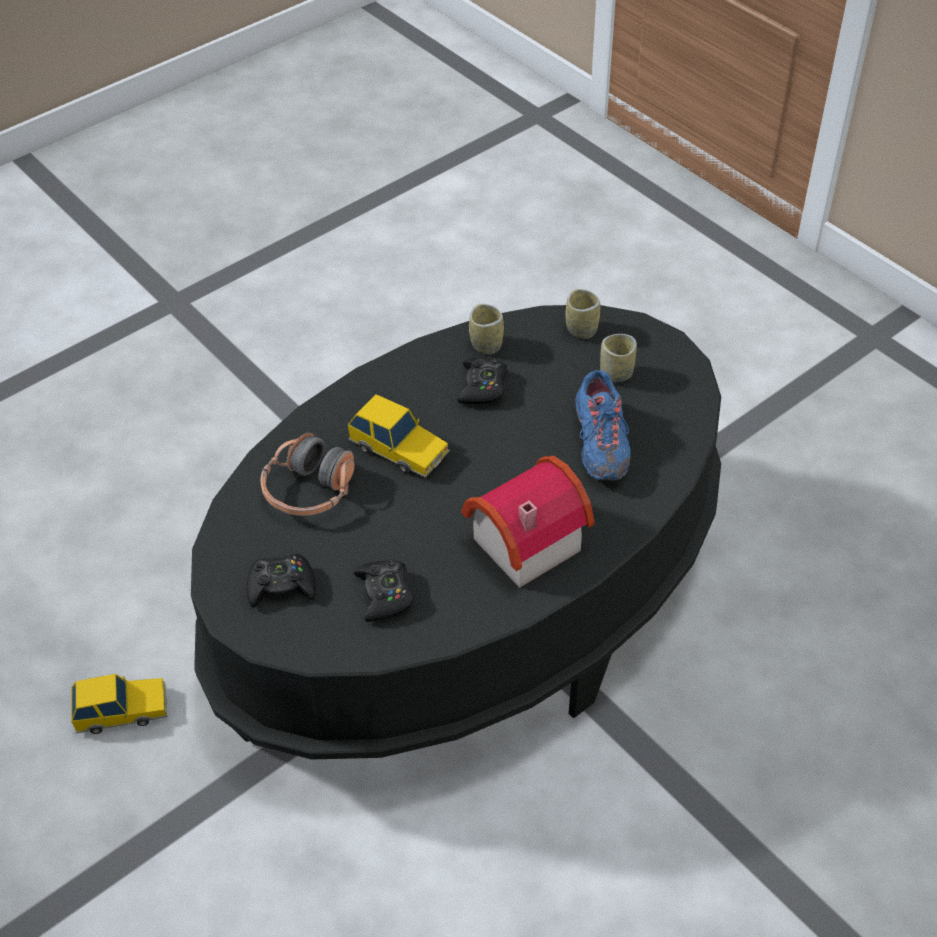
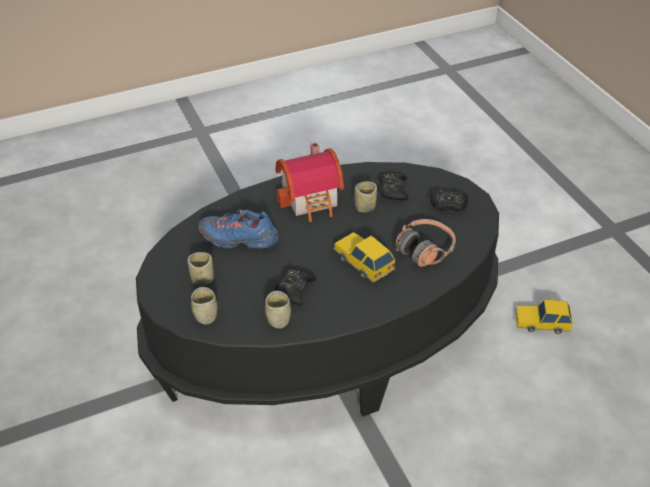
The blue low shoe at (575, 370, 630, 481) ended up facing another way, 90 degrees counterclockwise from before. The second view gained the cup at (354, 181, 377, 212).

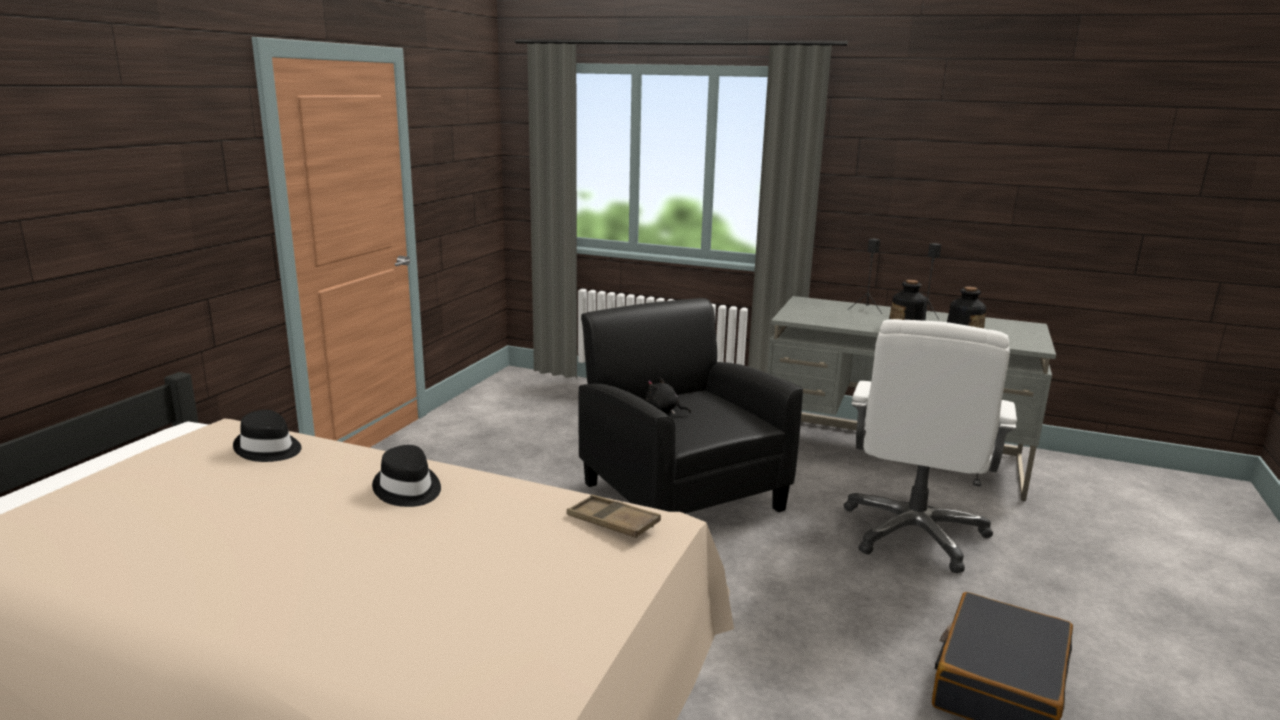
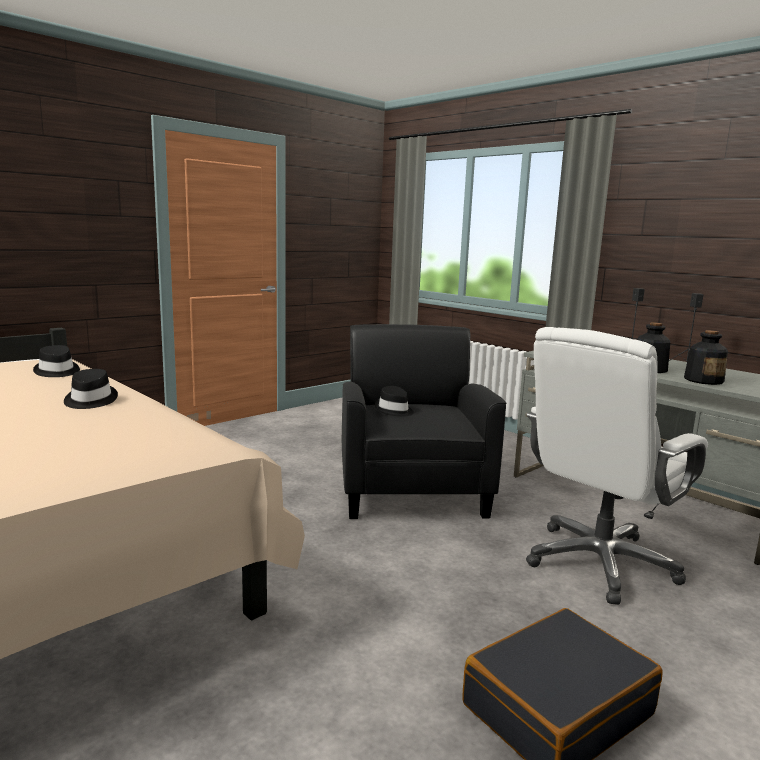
The second view lost the brownish serving tray at (567, 495, 661, 538). Where the blackish plush toy stood at (645, 377, 691, 414), the blackish hat came to stand at (375, 386, 414, 417).

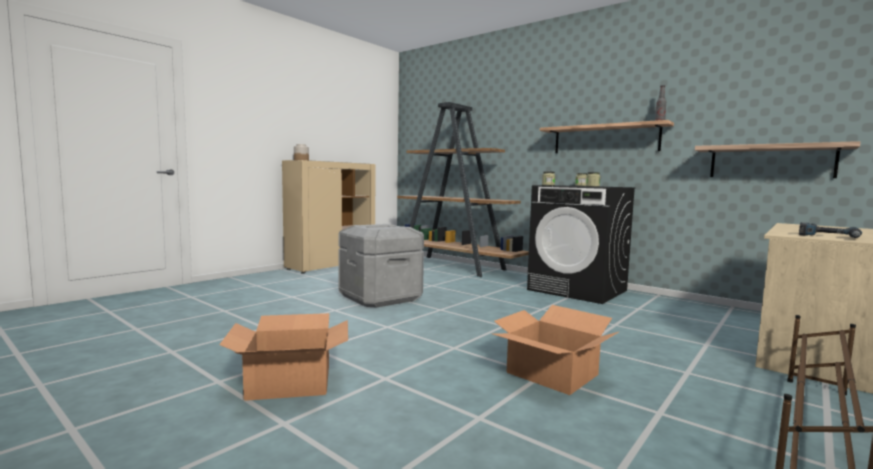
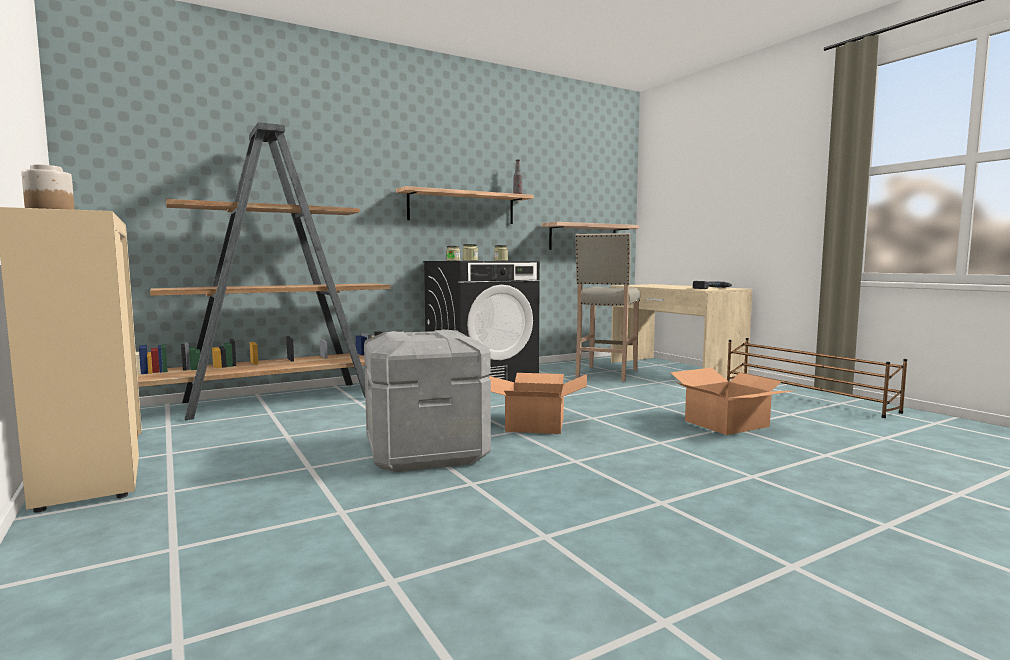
The carton ended up elsewhere, having gone from (219, 313, 348, 401) to (489, 373, 587, 434). The second view gained the beige stool seat at (575, 233, 641, 381).

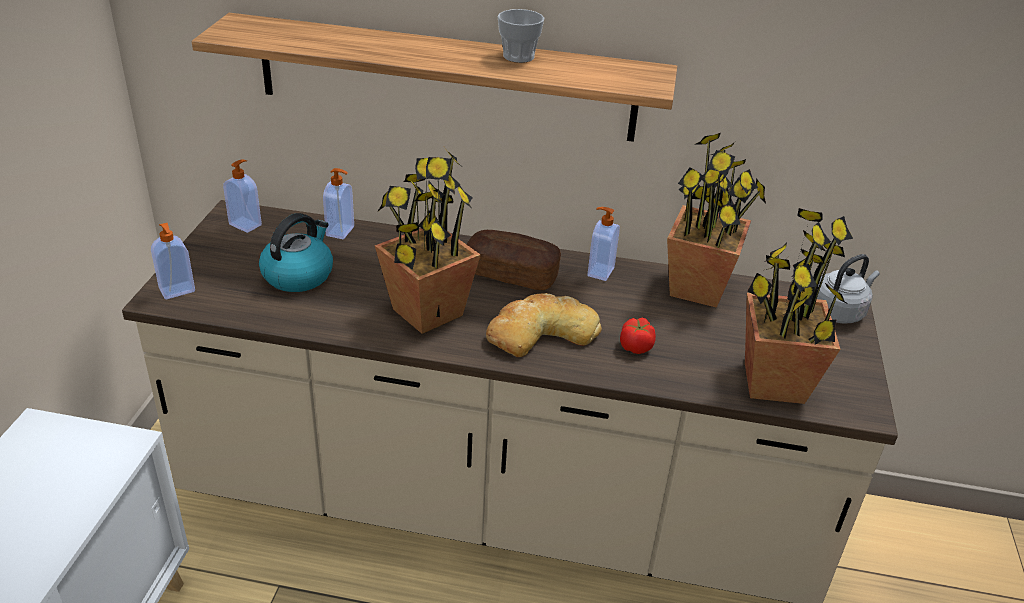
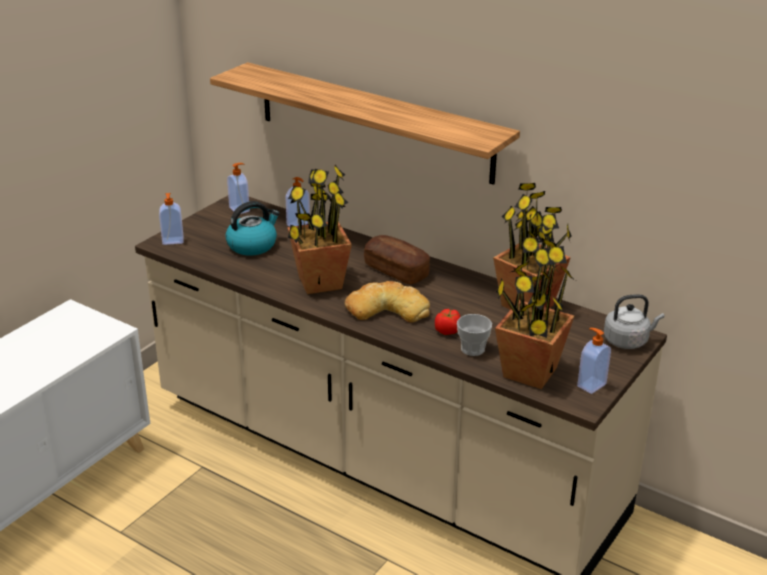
The cup ended up elsewhere, having gone from (498, 9, 544, 63) to (457, 314, 492, 356). The soap bottle ended up elsewhere, having gone from (587, 207, 620, 281) to (577, 328, 611, 394).

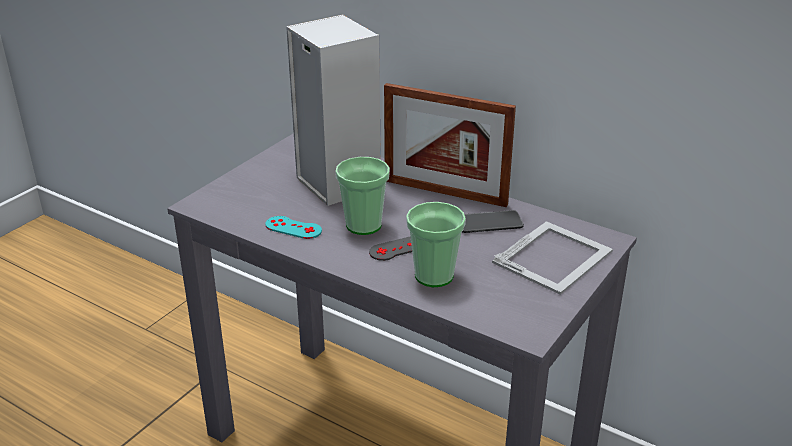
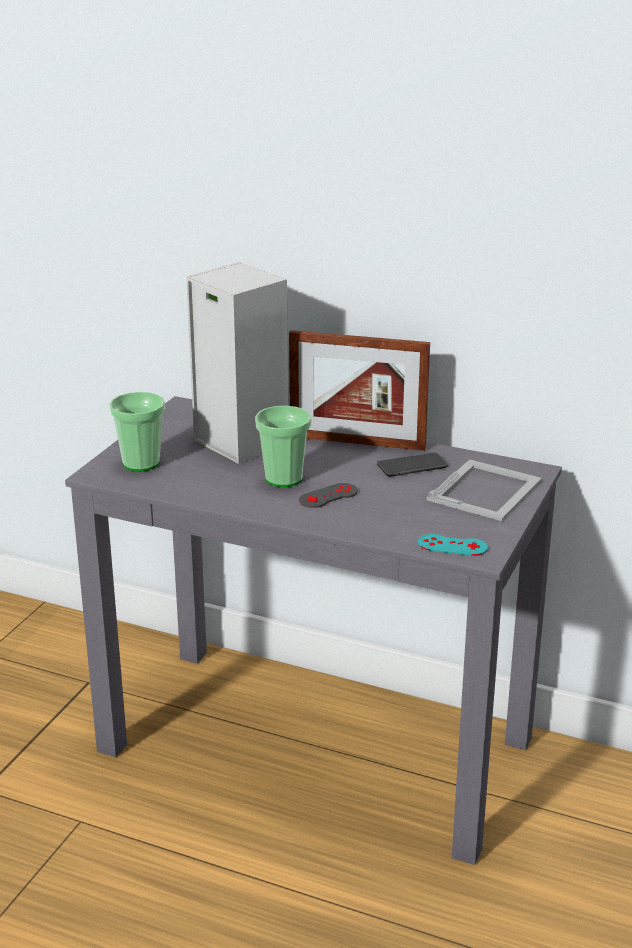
The turquoise joypad ended up elsewhere, having gone from (265, 216, 322, 239) to (418, 534, 488, 556). The cup ended up elsewhere, having gone from (406, 202, 466, 287) to (109, 392, 165, 472).

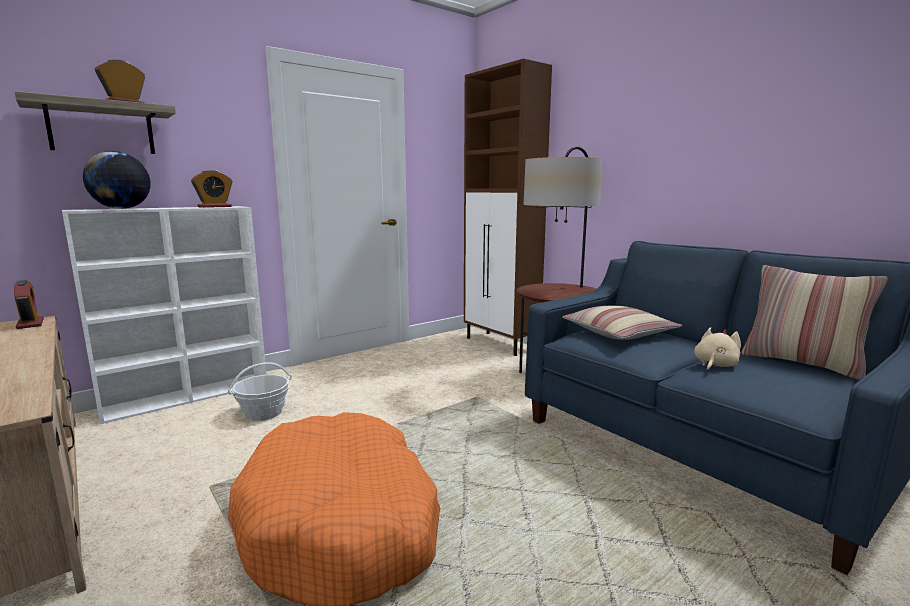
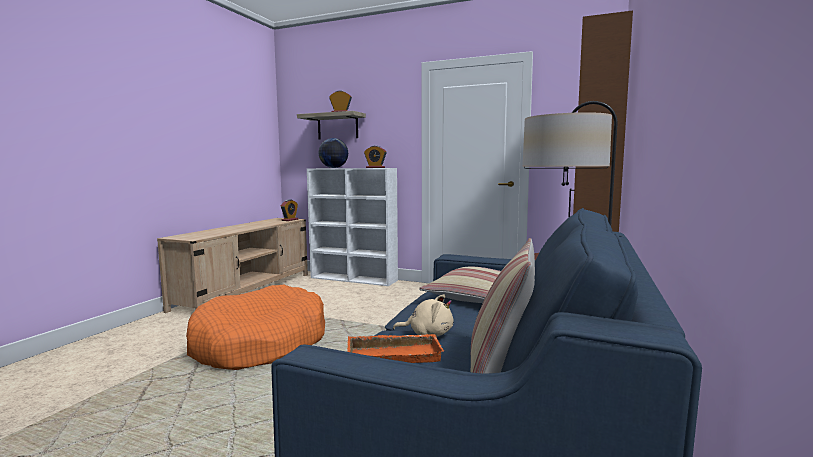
The second view lost the storage basket at (228, 362, 292, 421). The second view gained the orange-coloured serving tray at (347, 334, 444, 363).

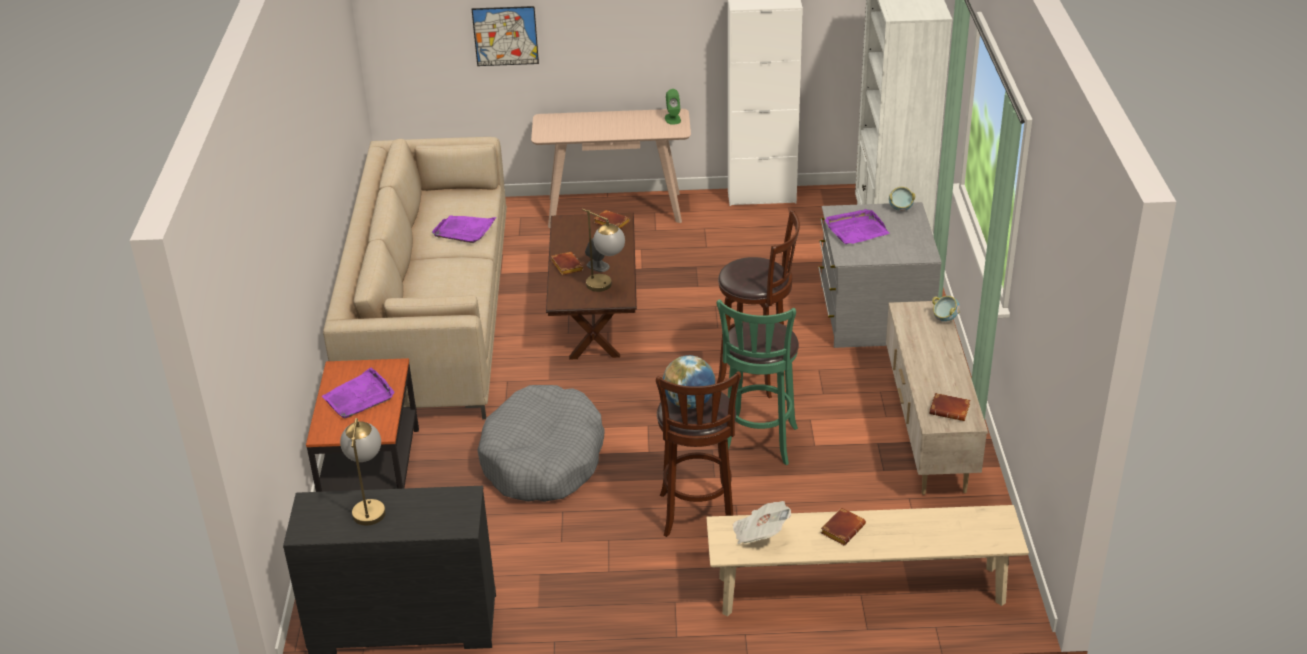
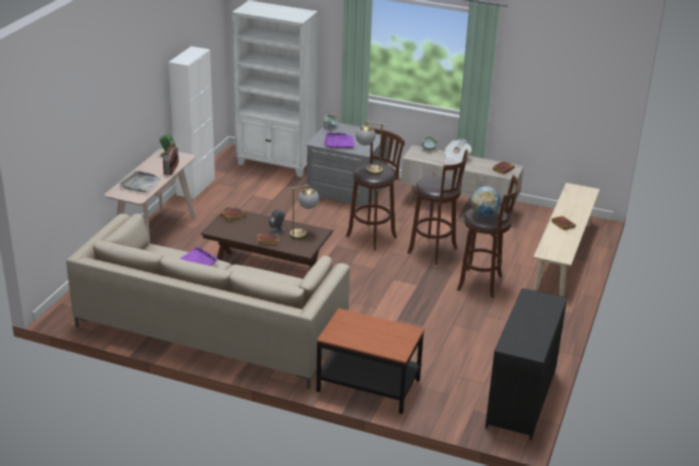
The second view lost the purplish serving tray at (322, 367, 394, 419). The table lamp ended up elsewhere, having gone from (340, 418, 386, 525) to (356, 121, 387, 175). The second view lost the wall art at (472, 6, 539, 66). The second view lost the greyish pet bed at (477, 385, 605, 502). What was the green stool seat at (716, 299, 799, 465) turned into the brownish stool seat at (407, 149, 468, 265). The newspaper ended up elsewhere, having gone from (733, 501, 791, 544) to (444, 139, 472, 164). The second view gained the greyish serving tray at (120, 171, 161, 192). The second view gained the radio receiver at (163, 143, 179, 175).

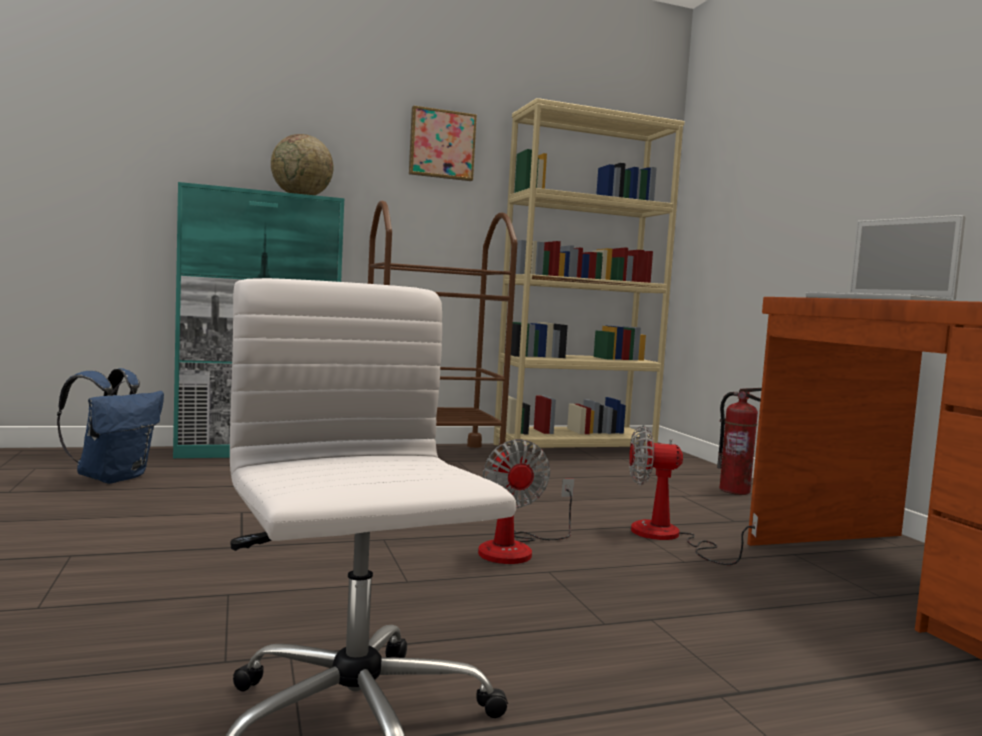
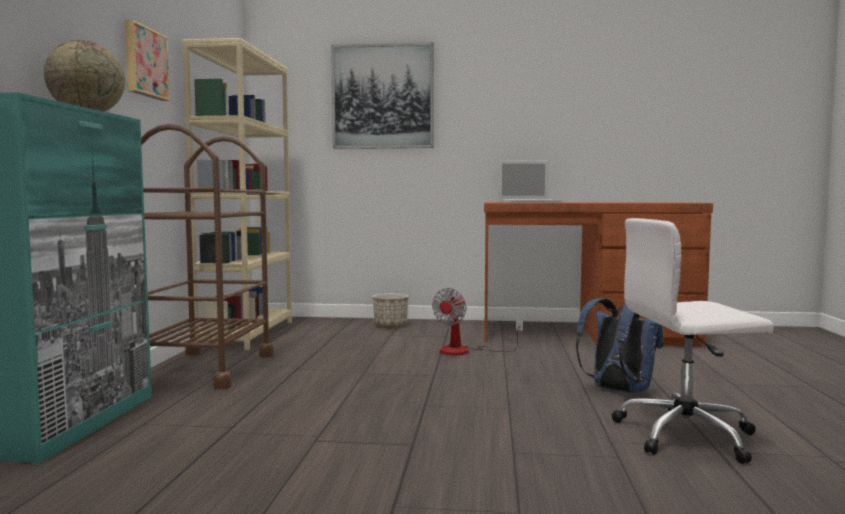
The blue backpack ended up elsewhere, having gone from (57, 368, 164, 484) to (576, 298, 664, 393). The second view lost the electric fan at (478, 439, 574, 564). Where the fire-fighting cylinder stood at (717, 388, 762, 495), the plant pot came to stand at (373, 293, 408, 328). The second view gained the wall art at (331, 42, 434, 149).

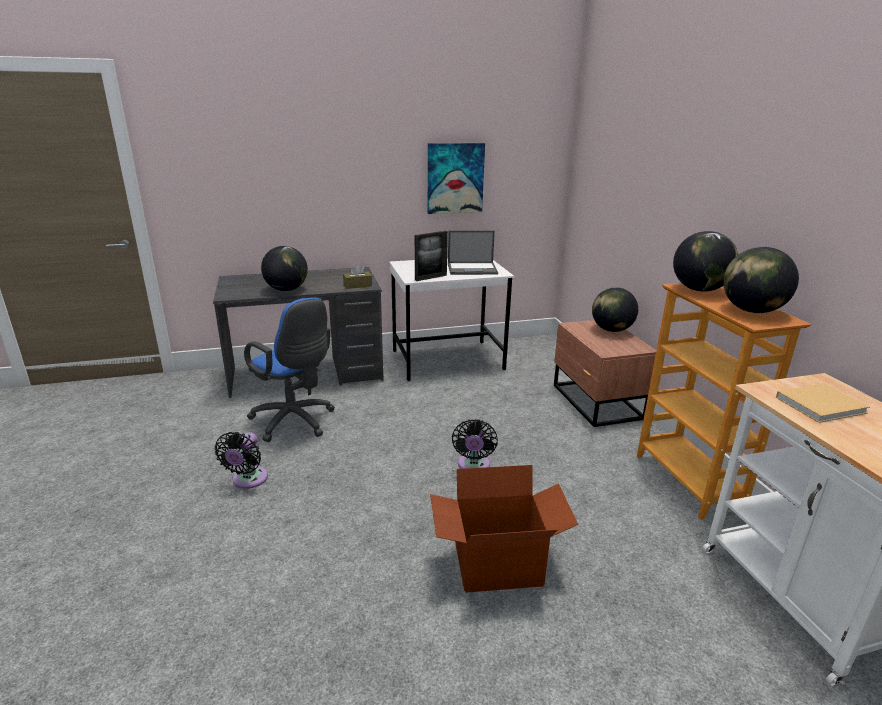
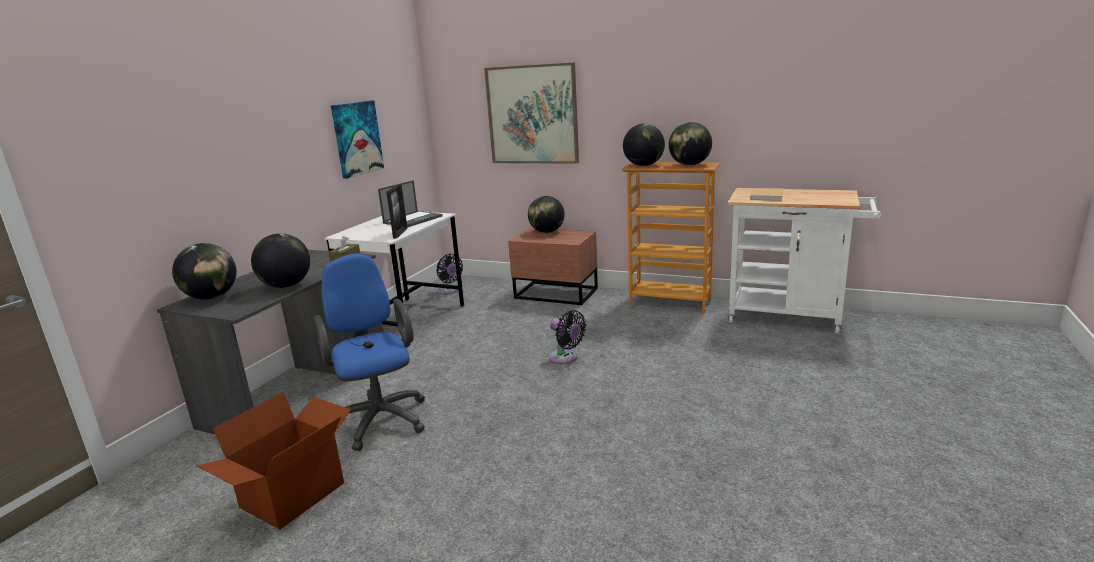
The blackish electric fan ended up elsewhere, having gone from (215, 432, 268, 489) to (436, 254, 463, 295). The blue desk chair at (244, 297, 335, 442) ended up facing another way, 105 degrees counterclockwise from before. The carton ended up elsewhere, having gone from (430, 465, 578, 593) to (196, 392, 351, 530). The second view gained the globe at (172, 243, 237, 299). The second view gained the wall art at (484, 62, 579, 164).

